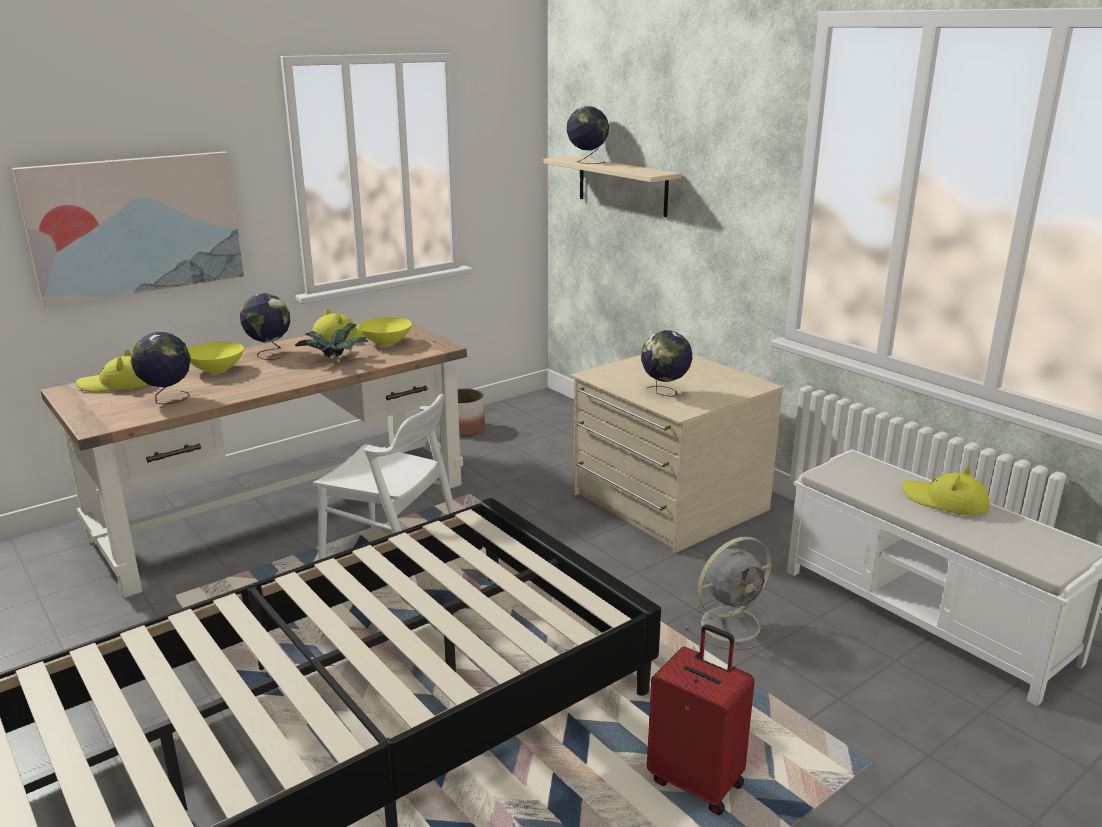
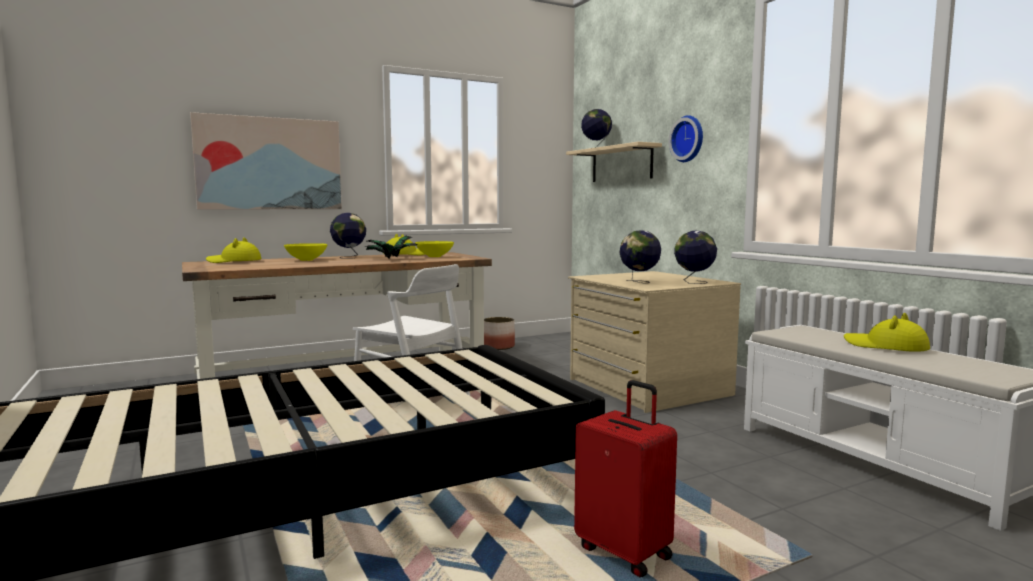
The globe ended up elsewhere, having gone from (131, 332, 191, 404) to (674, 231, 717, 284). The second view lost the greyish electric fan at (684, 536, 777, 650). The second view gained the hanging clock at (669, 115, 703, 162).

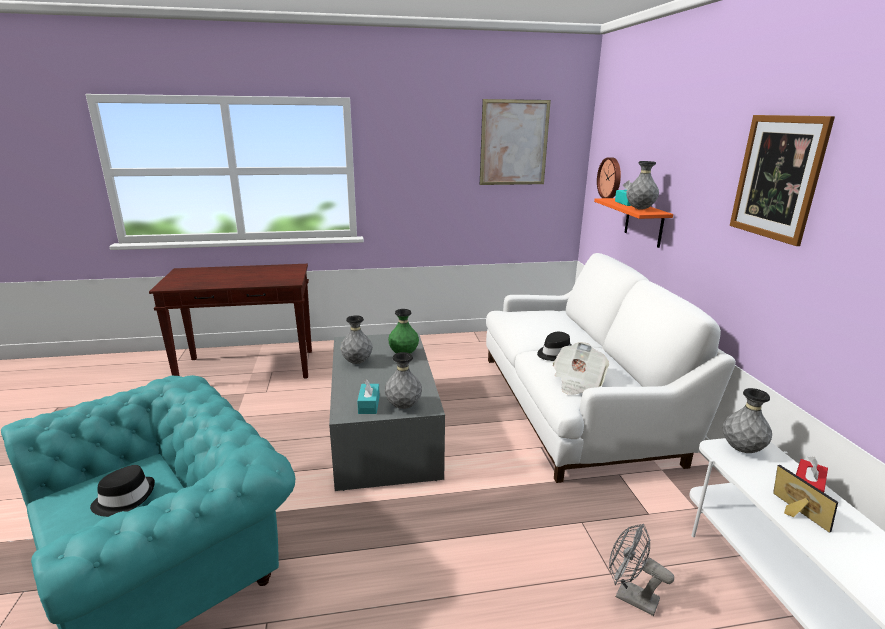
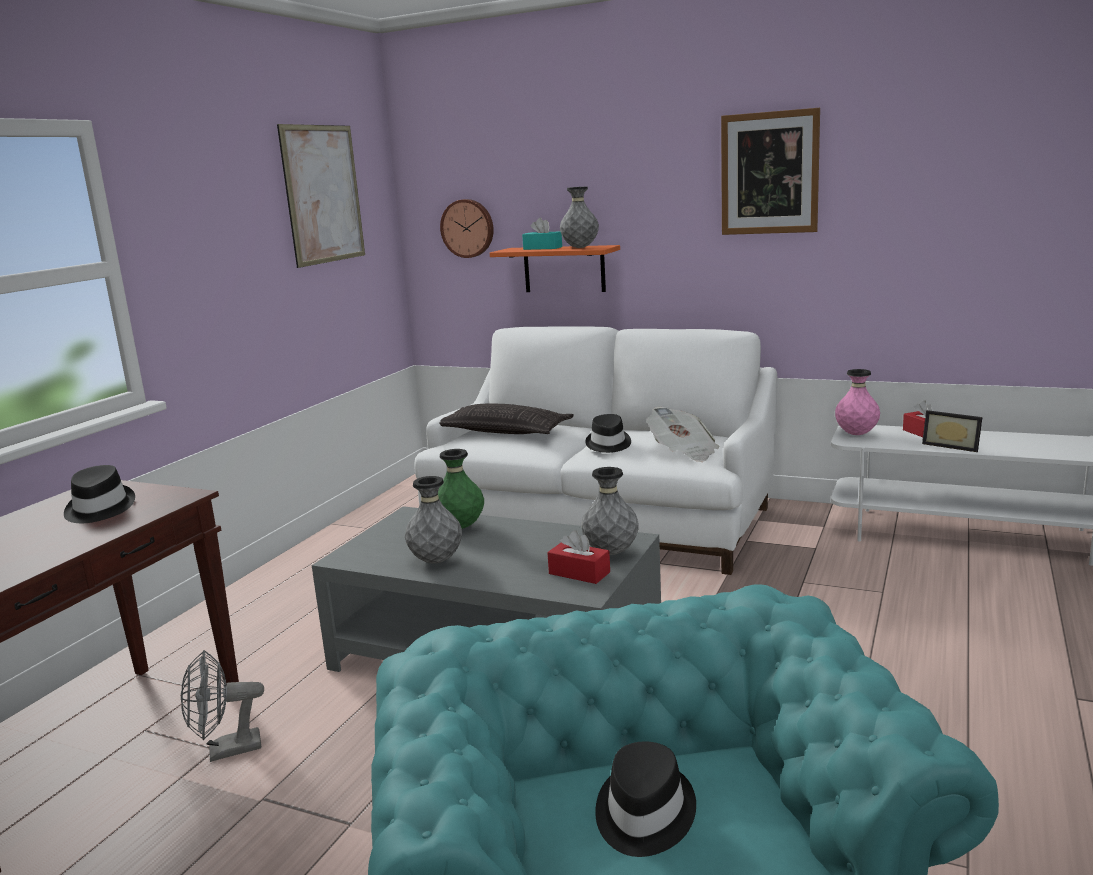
What was the turquoise tissue holder at (357, 379, 380, 414) turned into the reddish tissue holder at (547, 530, 610, 584). The greyish electric fan ended up elsewhere, having gone from (609, 524, 674, 616) to (181, 650, 264, 762). What was the greyish vase at (723, 388, 772, 453) turned into the pinkish vase at (835, 369, 880, 435). The picture frame at (773, 465, 838, 533) ended up facing another way, 150 degrees counterclockwise from before. The second view gained the blackish hat at (64, 465, 135, 523). The second view gained the throw pillow at (439, 404, 574, 434).

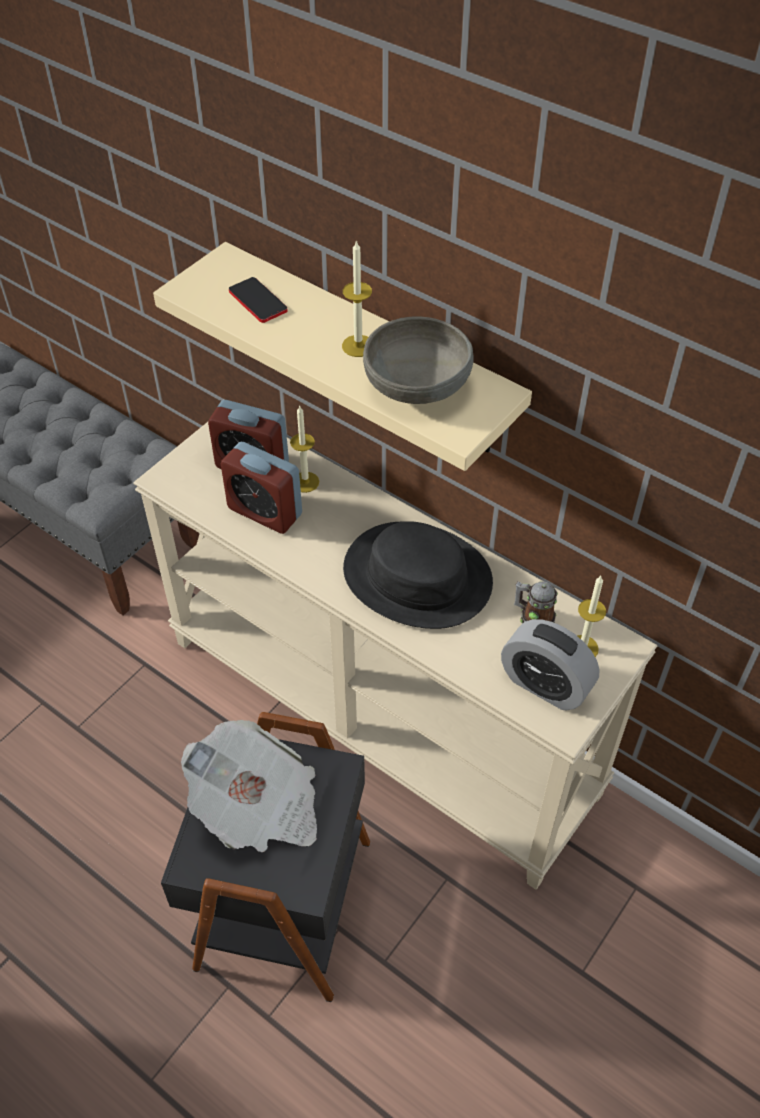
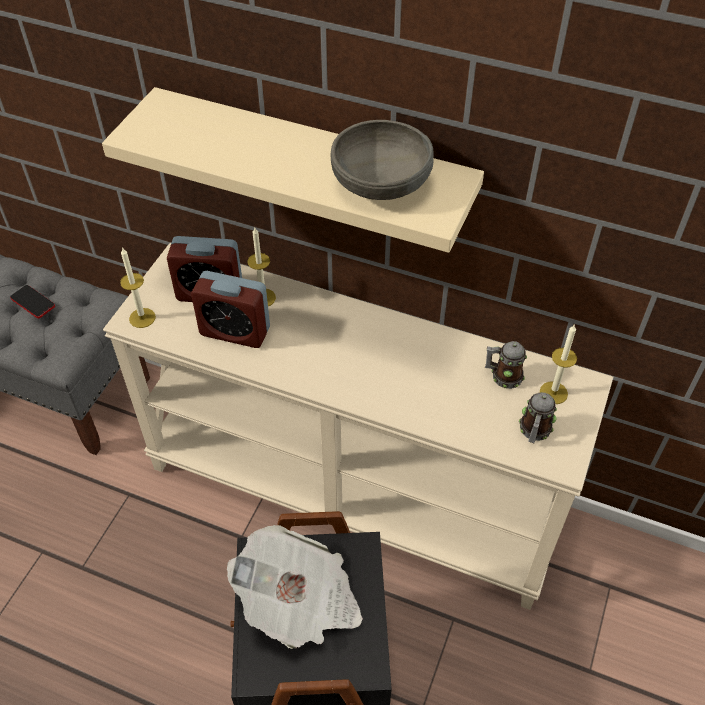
The phone ended up elsewhere, having gone from (229, 277, 288, 323) to (10, 285, 55, 318). The candle ended up elsewhere, having gone from (342, 240, 372, 357) to (120, 247, 156, 328). The second view lost the blackish hat at (343, 521, 493, 629). Where the table clock stood at (501, 619, 600, 710), the tea mug came to stand at (519, 392, 557, 443).

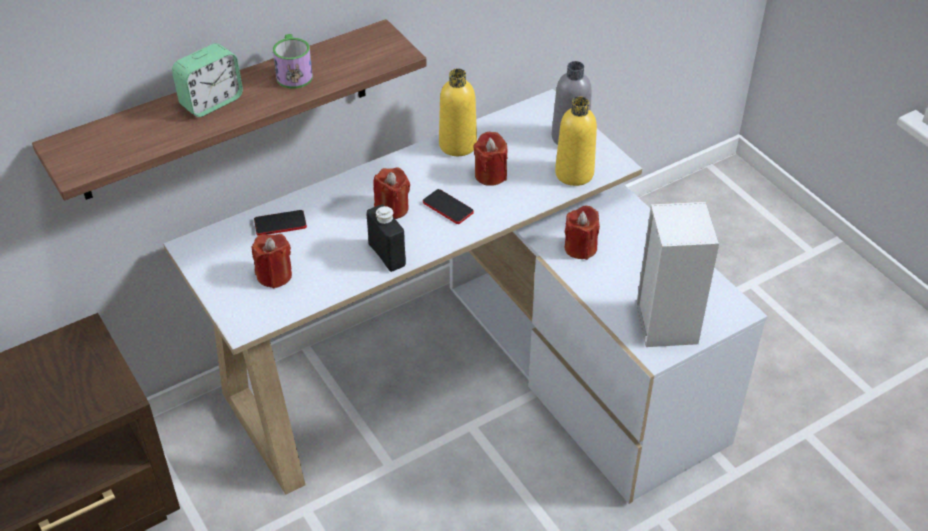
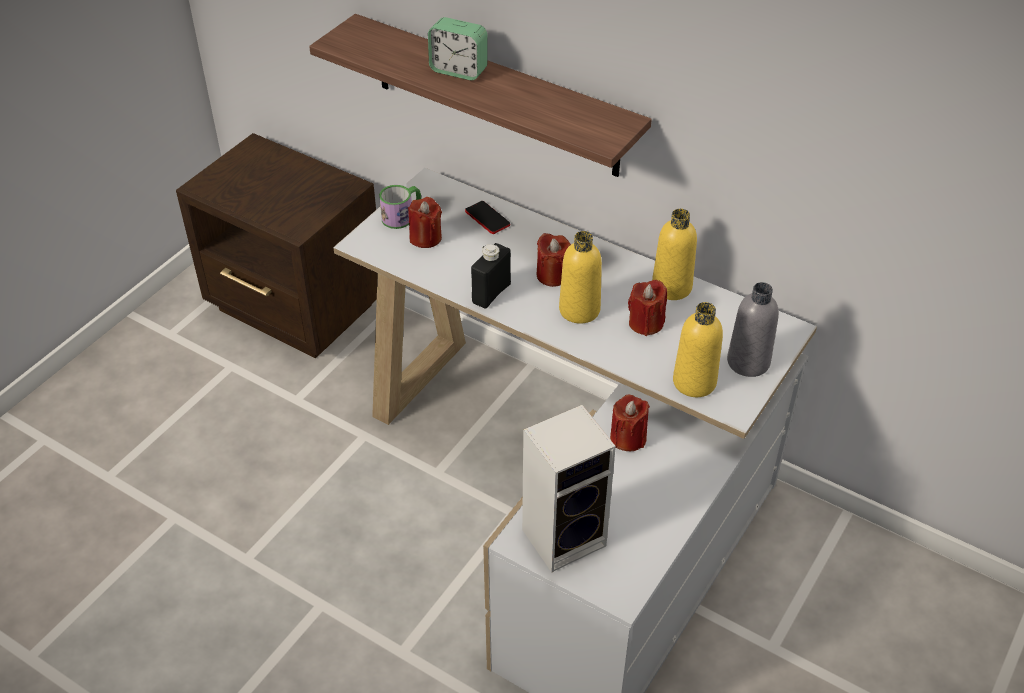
The tea mug ended up elsewhere, having gone from (273, 34, 313, 89) to (379, 185, 421, 229). Where the phone stood at (423, 189, 474, 224), the yellowish bottle came to stand at (559, 231, 602, 324).

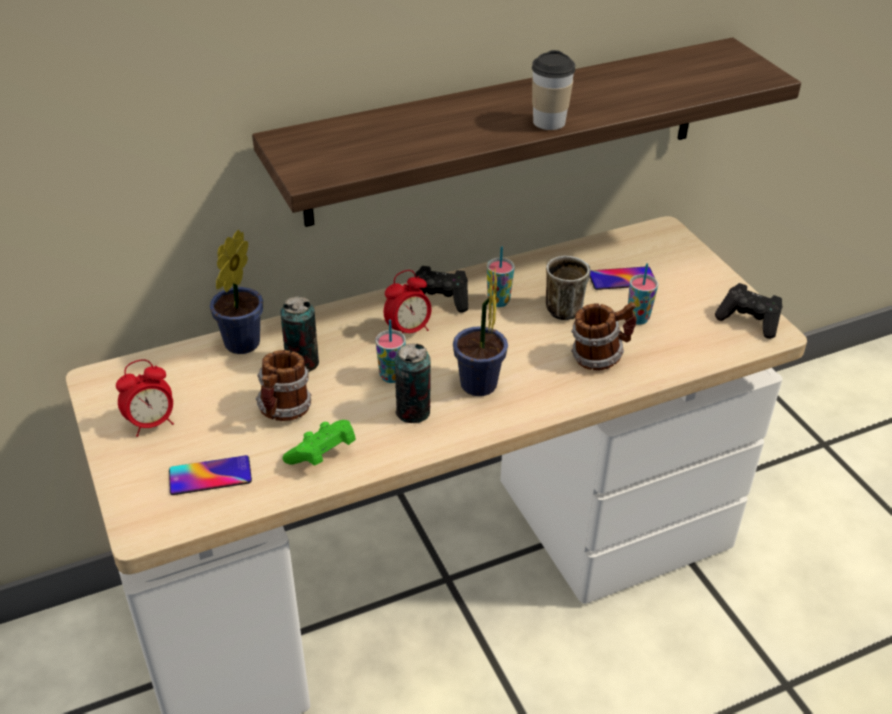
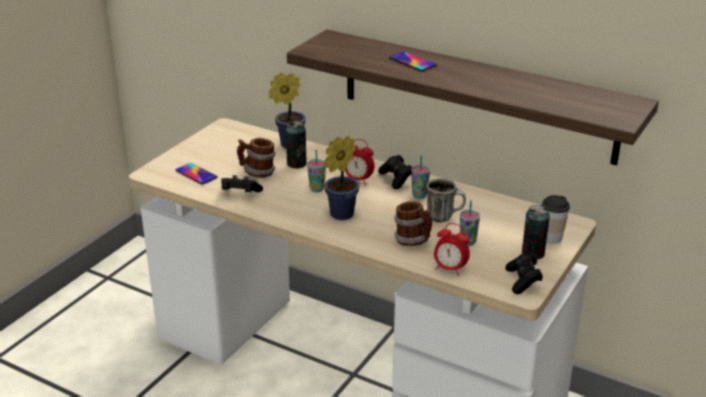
The table clock ended up elsewhere, having gone from (116, 359, 174, 437) to (434, 223, 470, 276). What was the green joypad at (282, 420, 356, 466) turned into the blackish joypad at (221, 175, 263, 192). The sealed can ended up elsewhere, having gone from (394, 343, 431, 423) to (522, 205, 550, 259). The cup ended up elsewhere, having gone from (532, 50, 575, 130) to (542, 195, 570, 244). The phone ended up elsewhere, having gone from (590, 266, 655, 290) to (389, 52, 437, 71).

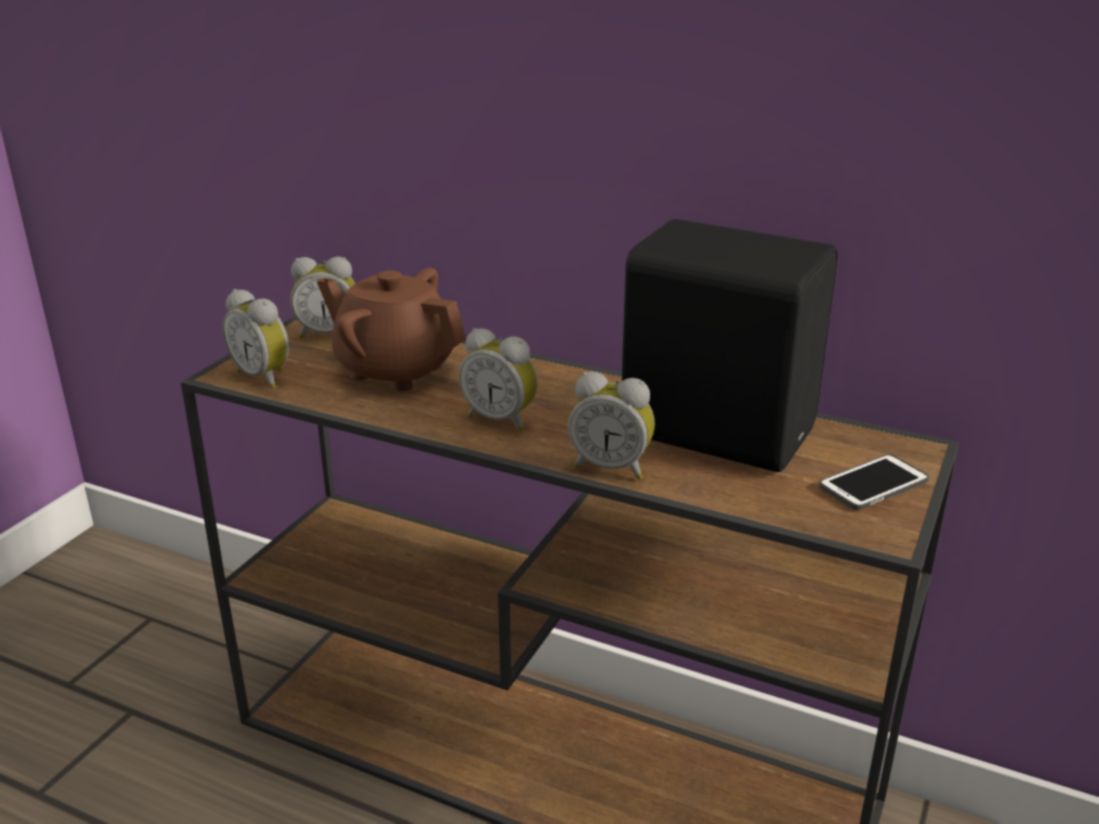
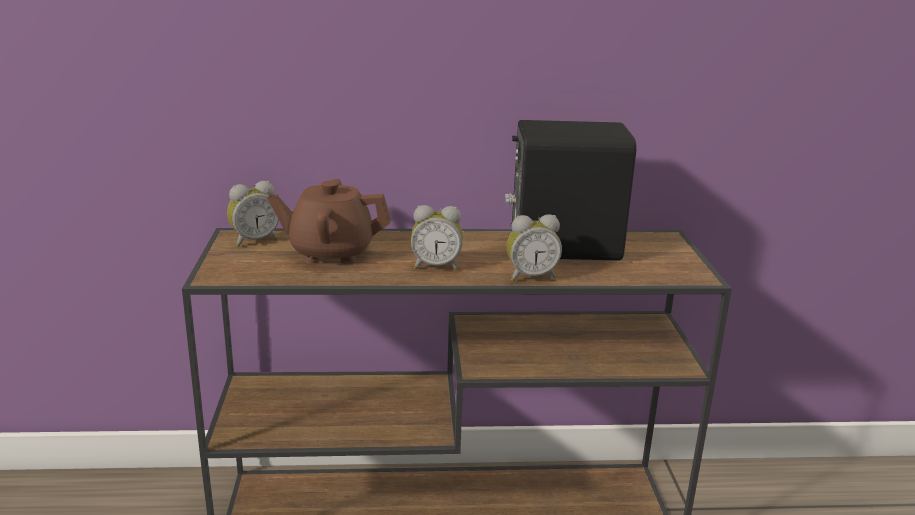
The second view lost the table clock at (222, 289, 289, 389). The second view lost the phone at (819, 454, 929, 510).

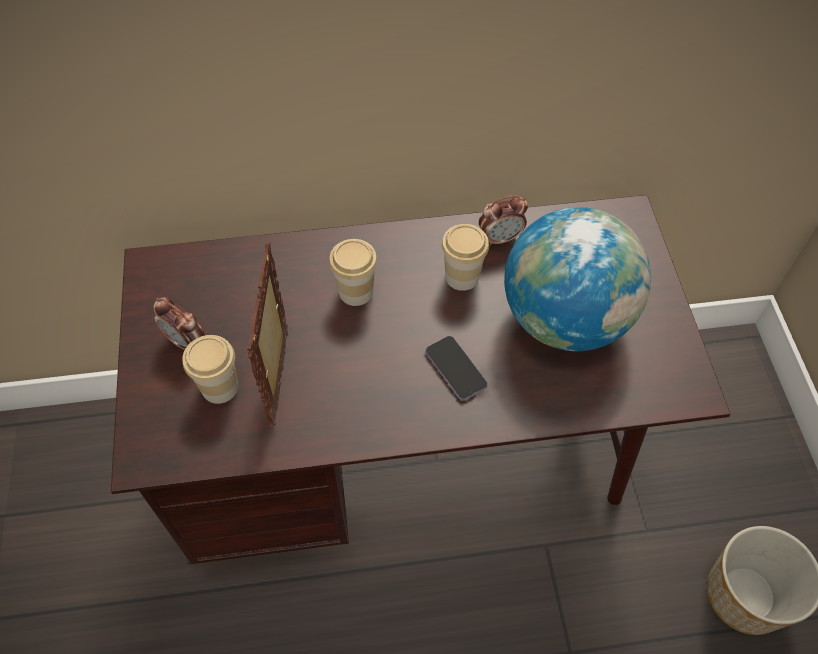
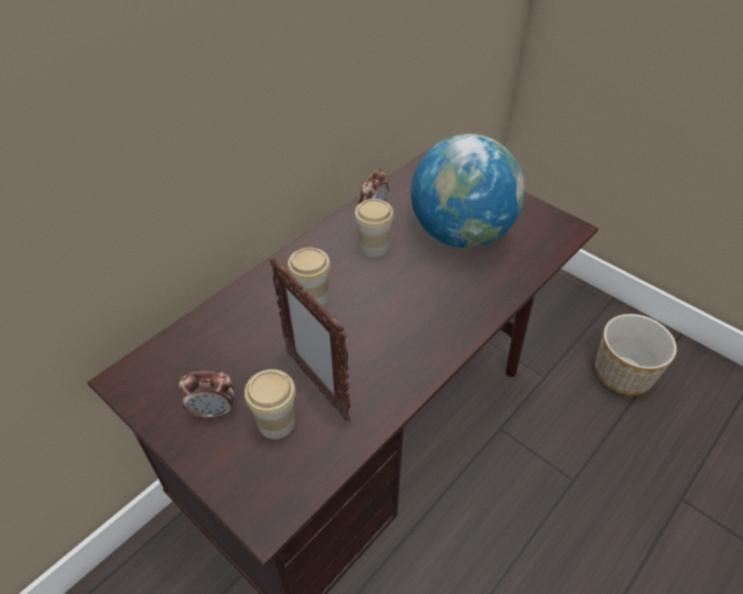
The second view lost the phone at (425, 336, 488, 401).

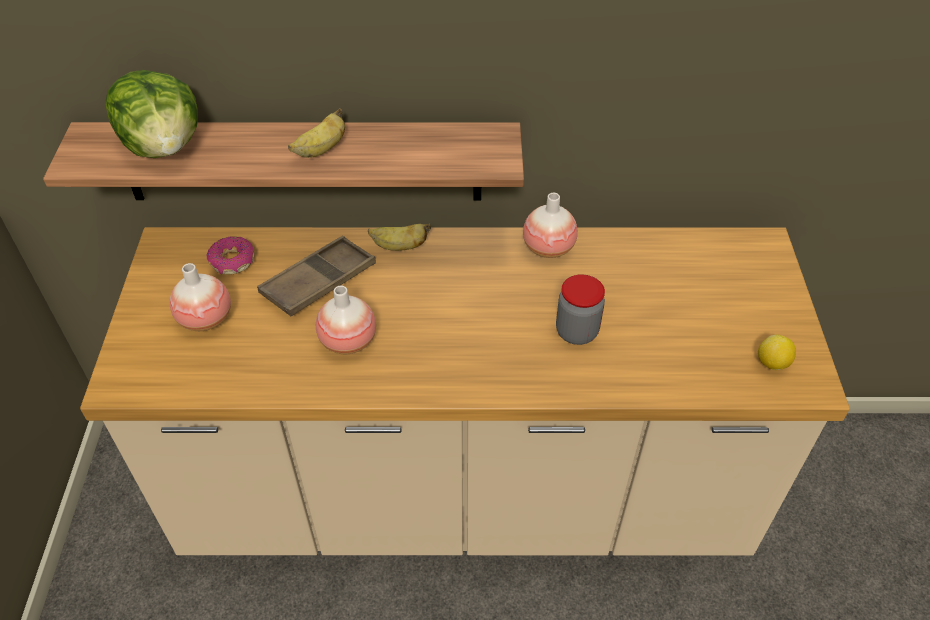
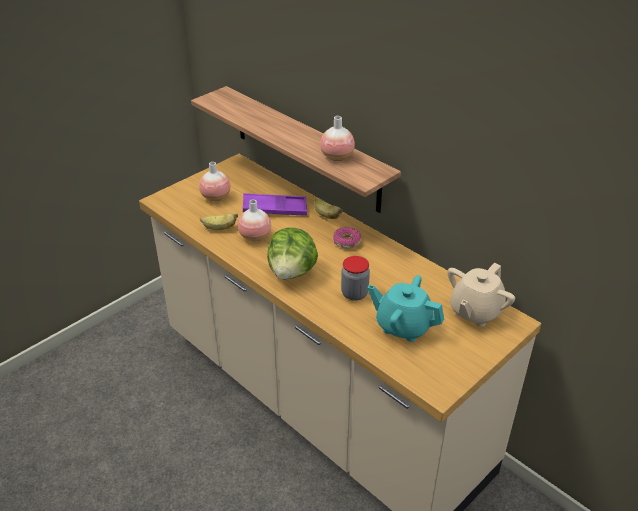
The lettuce head ended up elsewhere, having gone from (105, 70, 198, 158) to (267, 227, 318, 279). The ring doughnut ended up elsewhere, having gone from (206, 236, 255, 275) to (333, 227, 361, 248). What was the brownish serving tray at (257, 236, 376, 316) turned into the purplish serving tray at (243, 193, 307, 216). The whole banana ended up elsewhere, having gone from (288, 108, 345, 158) to (200, 214, 238, 230). The vase ended up elsewhere, having gone from (523, 193, 578, 258) to (320, 116, 355, 161). The second view lost the lemon at (758, 335, 796, 370). The second view gained the turquoise tea pot at (367, 275, 444, 342). The second view gained the beige tea pot at (447, 263, 515, 327).

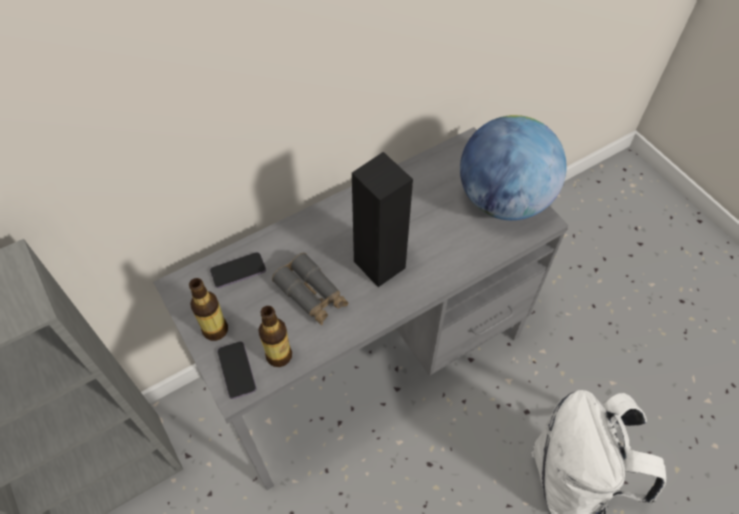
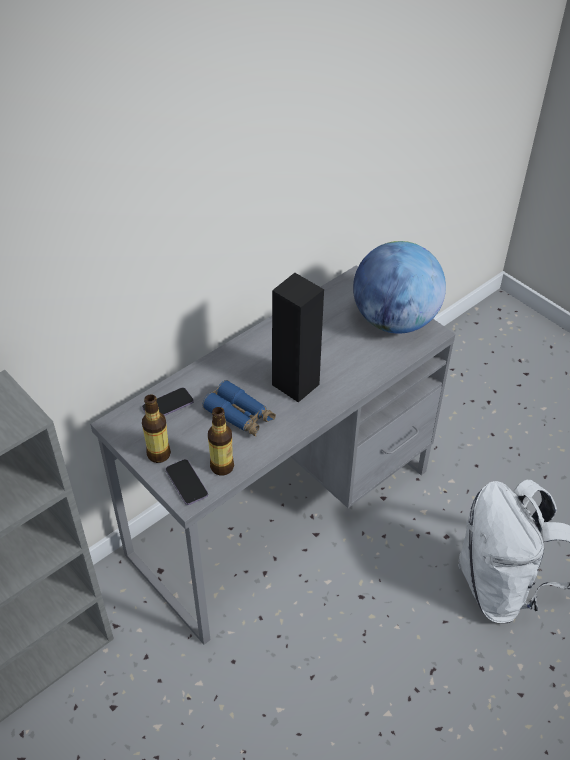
What was the greyish pair of binoculars at (272, 253, 348, 325) turned into the blue pair of binoculars at (202, 380, 276, 436).

